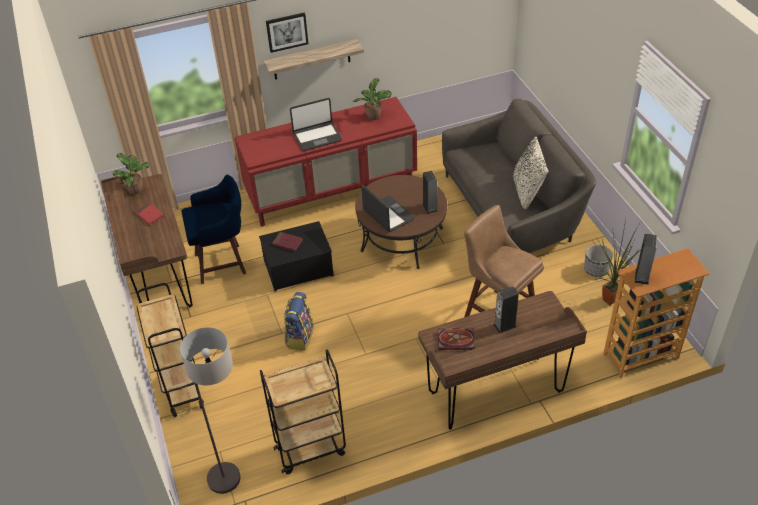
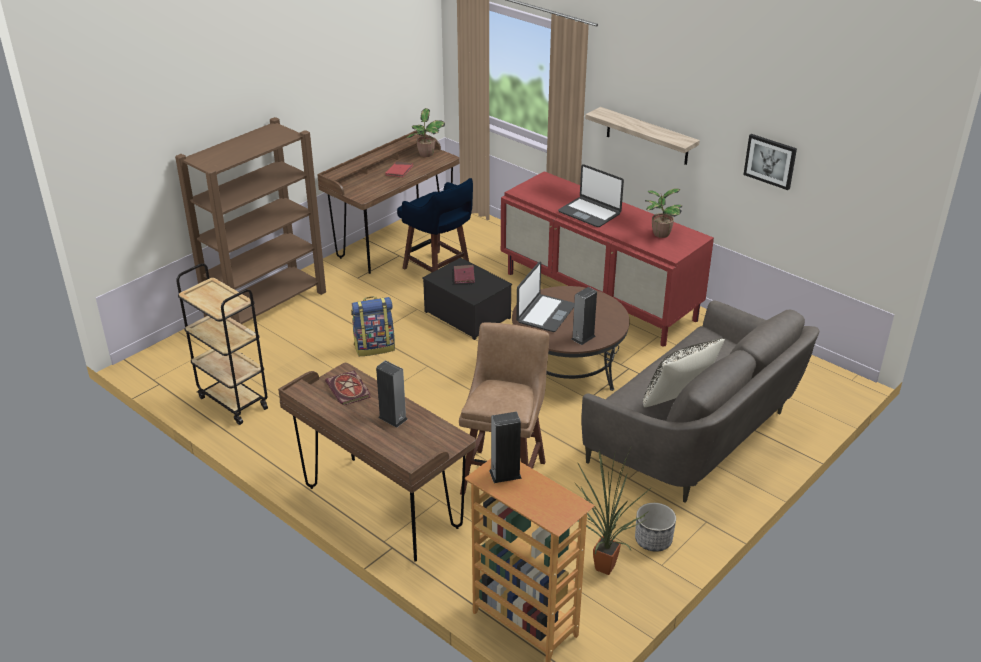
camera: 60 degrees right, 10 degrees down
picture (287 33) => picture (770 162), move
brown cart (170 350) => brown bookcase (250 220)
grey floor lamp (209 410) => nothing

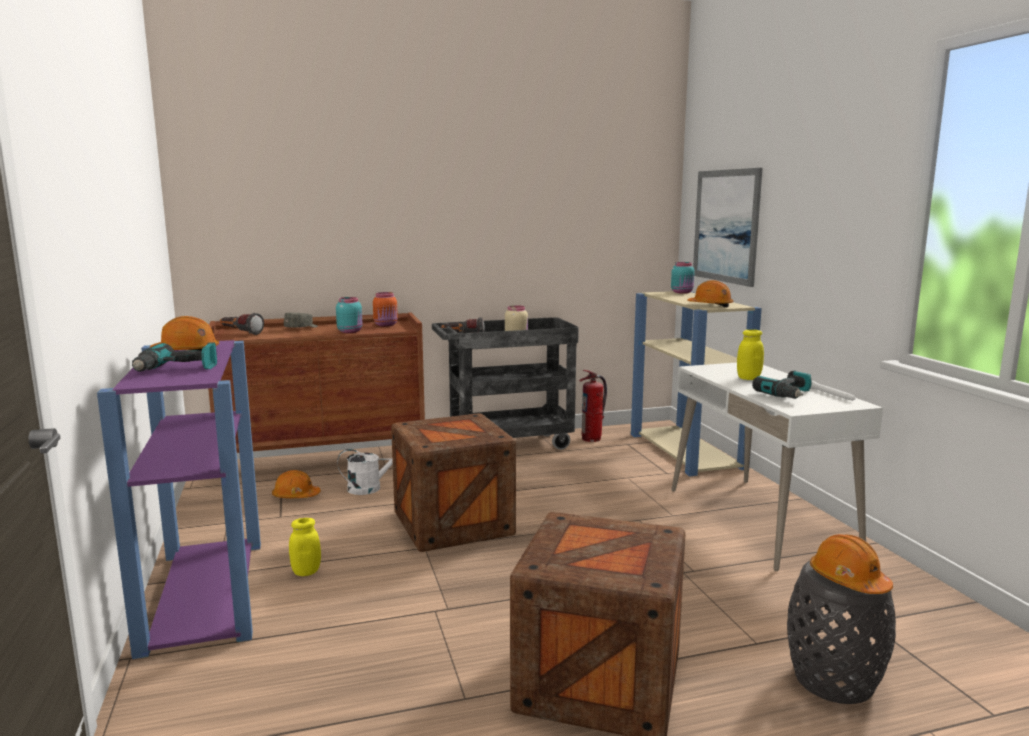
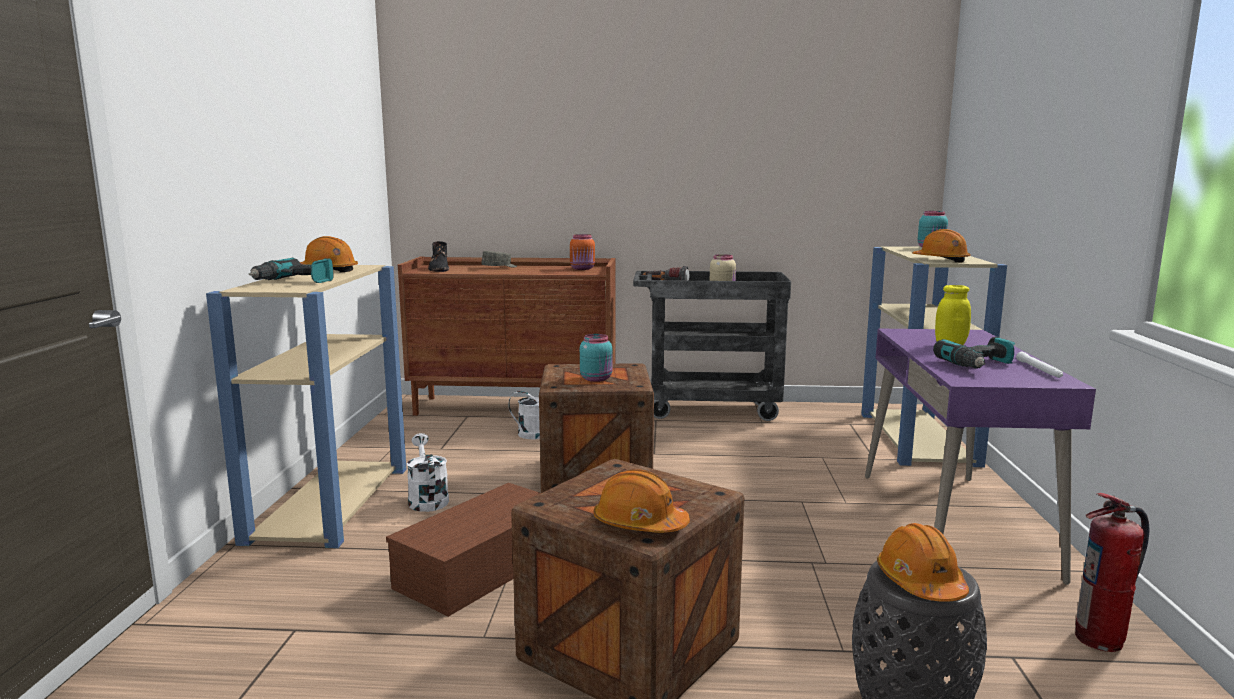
camera: 20 degrees right, 0 degrees up
picture (727 227) => nothing
turquoise jar (349 315) => turquoise jar (596 358), move
flashlight (242 324) => black boot (438 256)
purple bookcase (179 499) => beige bookcase (306 406)
white desk (777 467) => purple desk (980 456)
fire extinguisher (593 406) => fire extinguisher (1112 572), move
orange hard hat (296 484) => orange hard hat (642 501), move
yellow jar (305 547) => white watering can (428 472)
nothing => brown storage box (463 550)

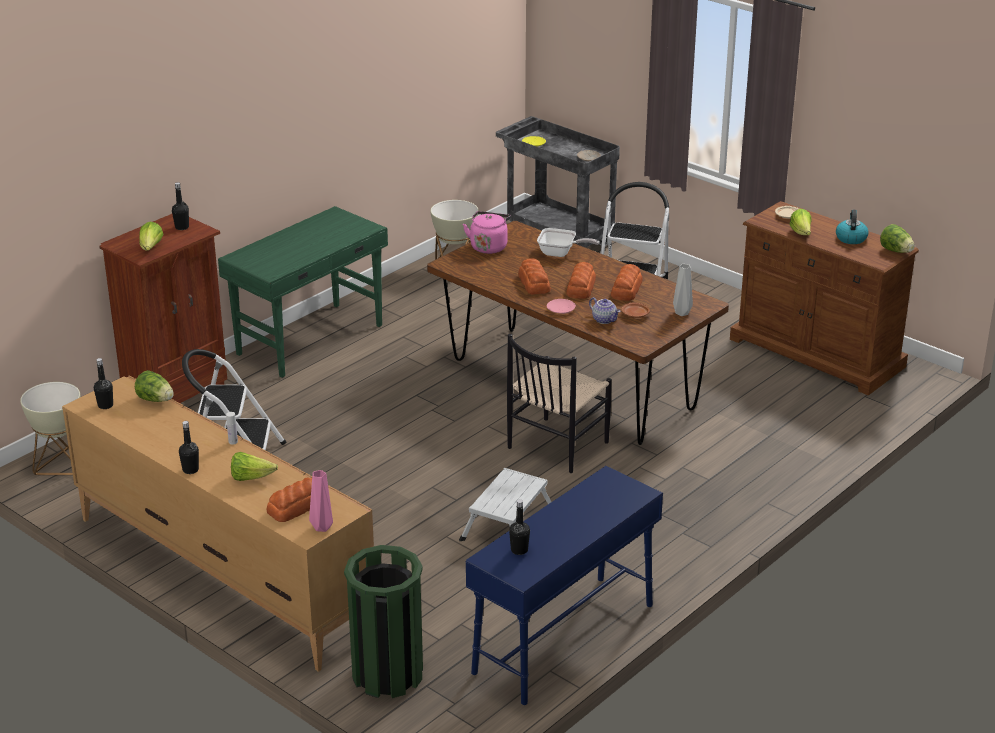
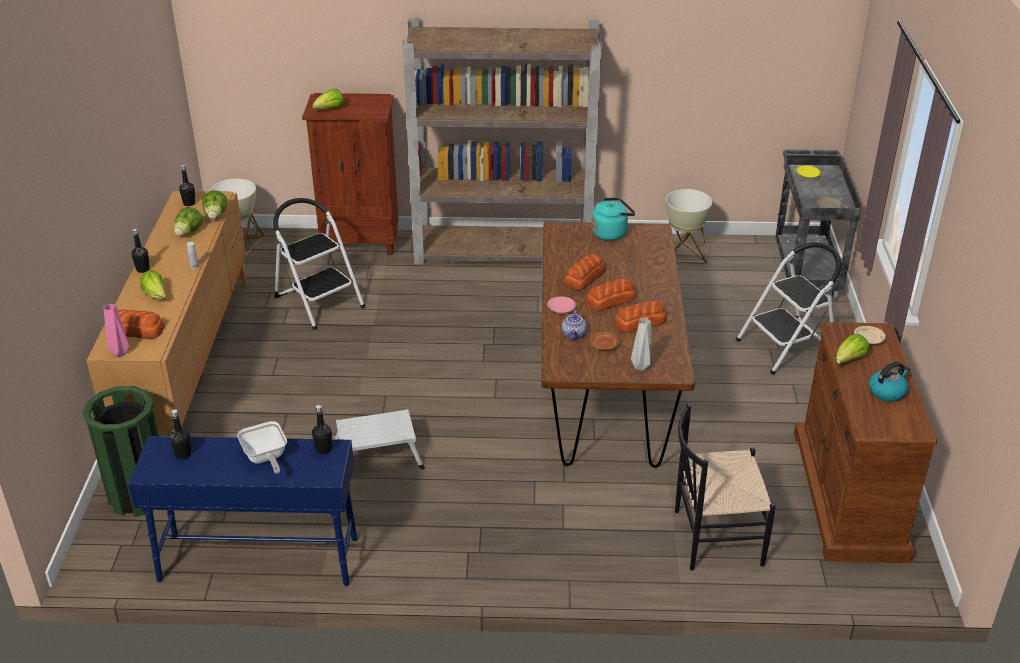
camera: 50 degrees right, 5 degrees up
black bottle (180 206) => black bottle (322 430), move
green console table (303 292) => brown bookcase (502 141)
pink kettle (487 232) => turquoise kettle (613 219)
lettuce (897 238) => lettuce (188 221), move
frying pan (568 242) => frying pan (262 447), move
black chair (559 403) => black chair (725 487), move

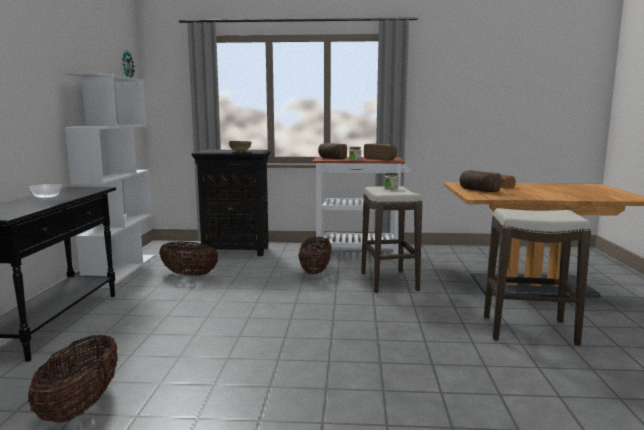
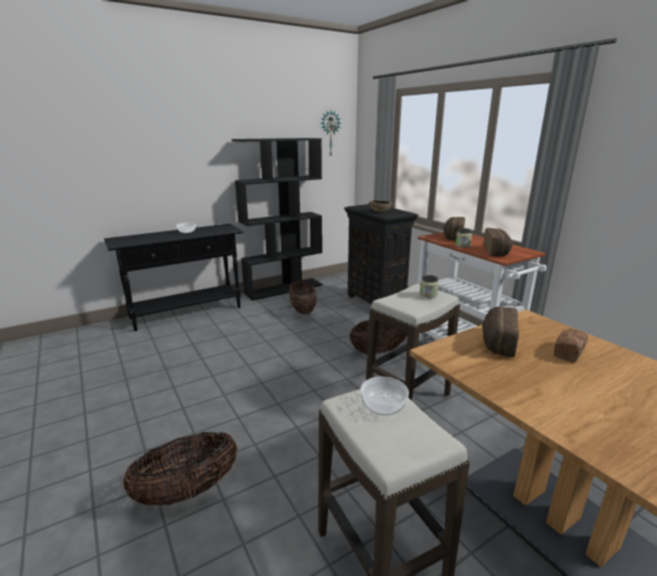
camera: 55 degrees right, 10 degrees up
white bookcase (107 179) => black bookcase (277 219)
basket (73 379) => basket (180 468), move
nothing => bowl (385 396)

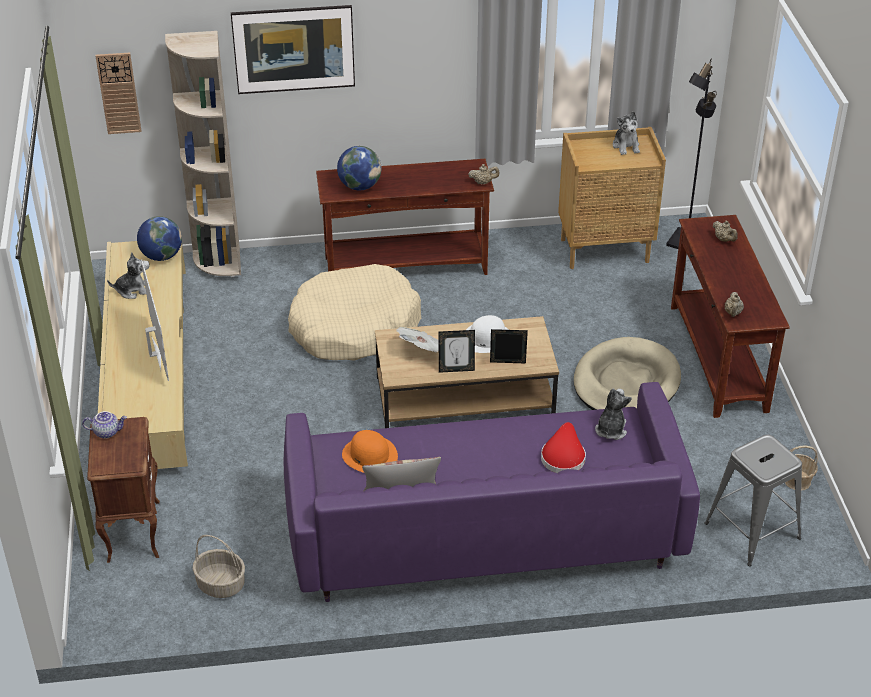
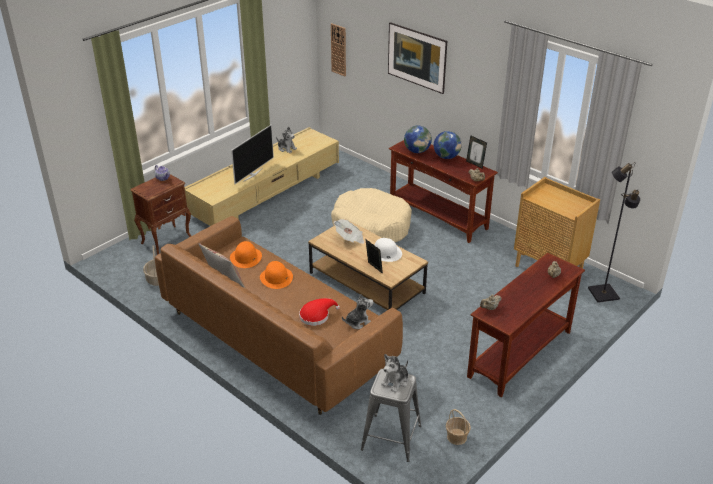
camera: 50 degrees right, 5 degrees down
beige bookcase (203 154) => nothing
plush toy (626 133) => plush toy (394 373), move
globe (159 238) => globe (448 145), move
picture frame (456 351) => picture frame (476 152), move
beige dog bed (627 373) => nothing
purple sofa (492 492) => brown sofa (279 315)
nothing => orange hat (276 275)

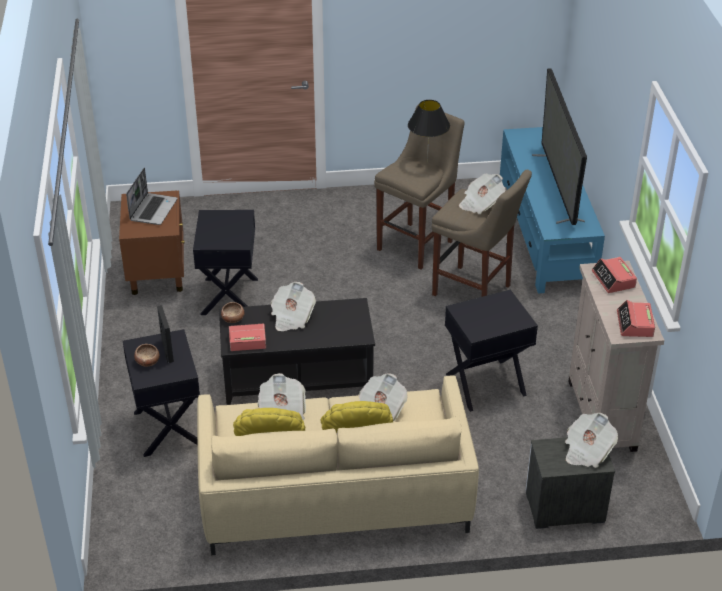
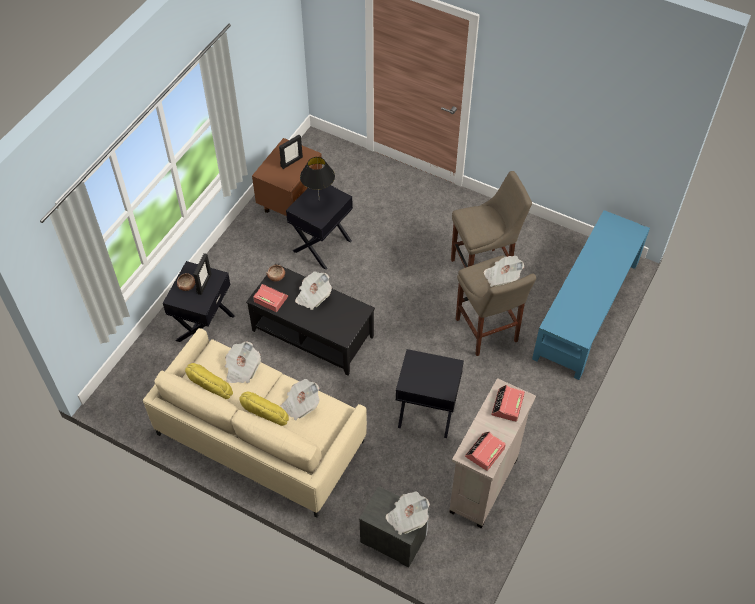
camera: 35 degrees right, 15 degrees up
television (559 146) => nothing
black table lamp (429 131) => black table lamp (317 175), move
laptop (152 196) => picture frame (291 152)

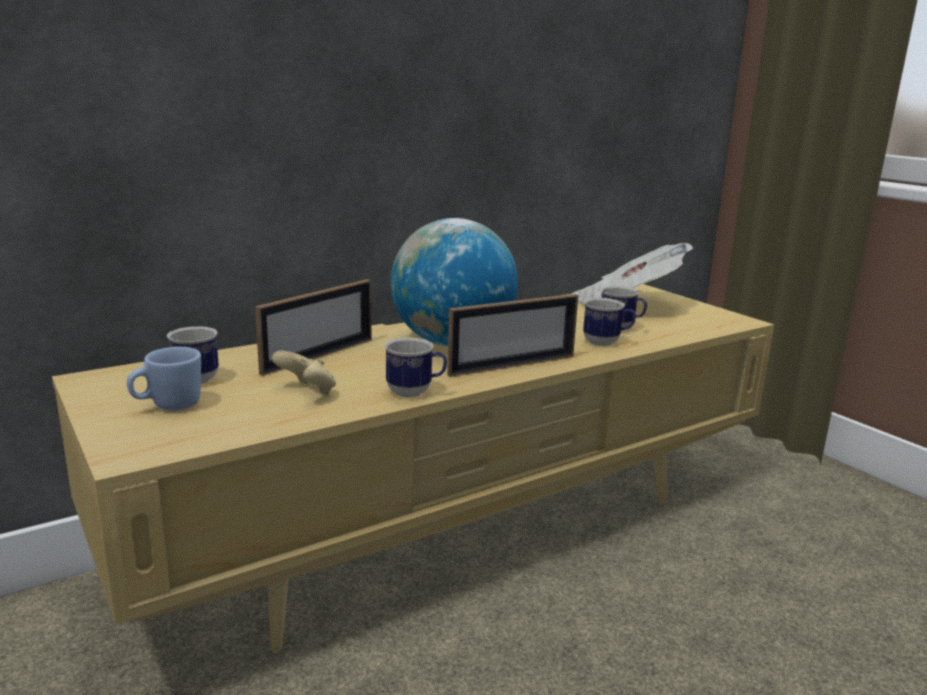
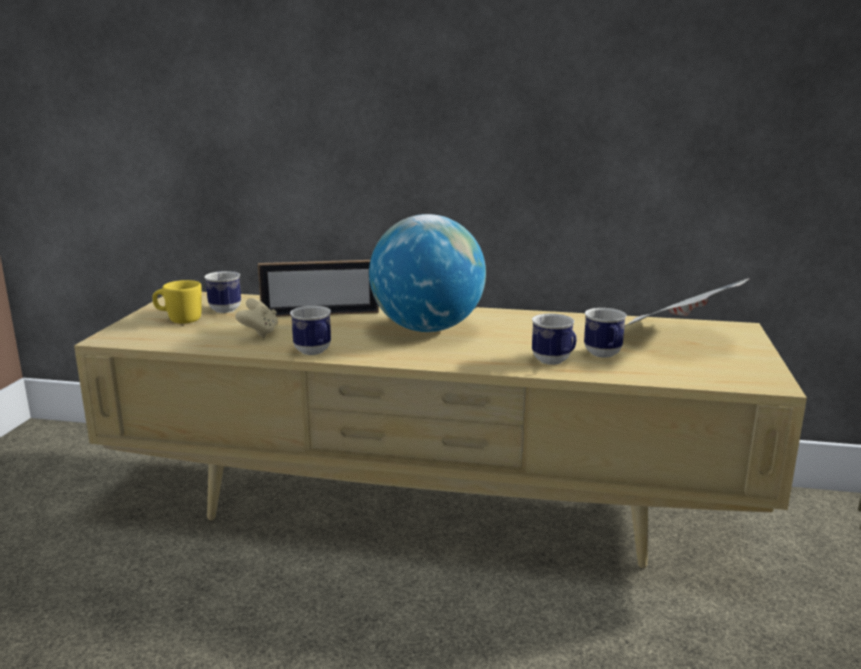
camera: 45 degrees right, 0 degrees up
picture frame (512 335) => nothing
blue mug (164 378) => yellow mug (177 302)

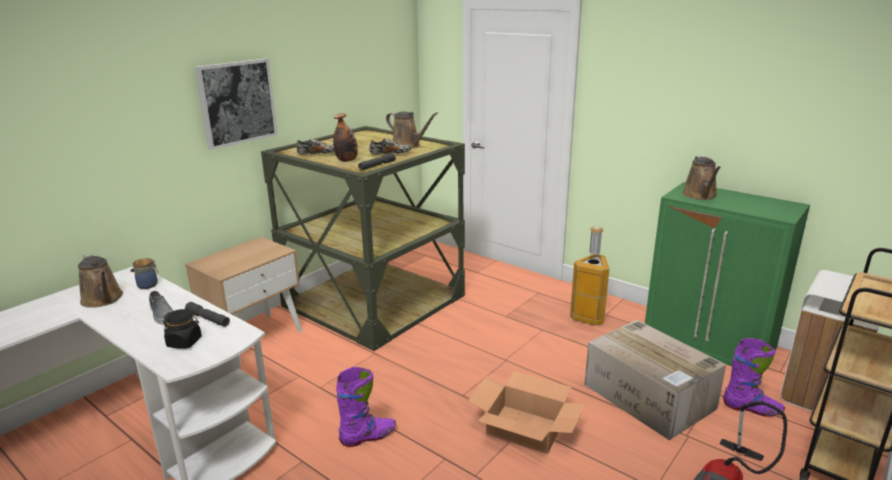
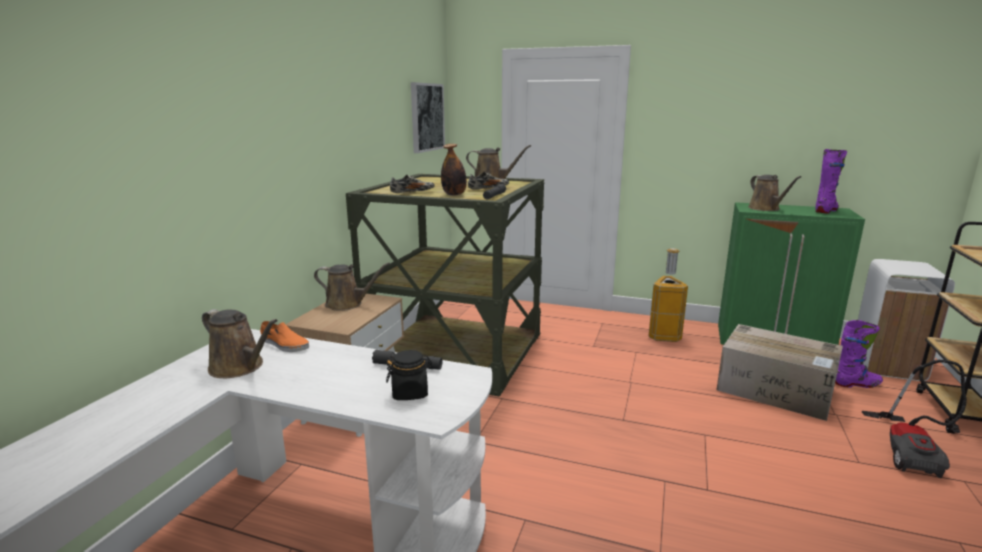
camera: 20 degrees left, 5 degrees down
picture (236 104) => picture (428 117), move
jar (146 273) => orange shoe (284 336)
grey shoe (161 307) => nothing
purple boot (366 407) => purple boot (831 181), move
cardboard box (526 412) => nothing
nothing => brown watering can (352 287)

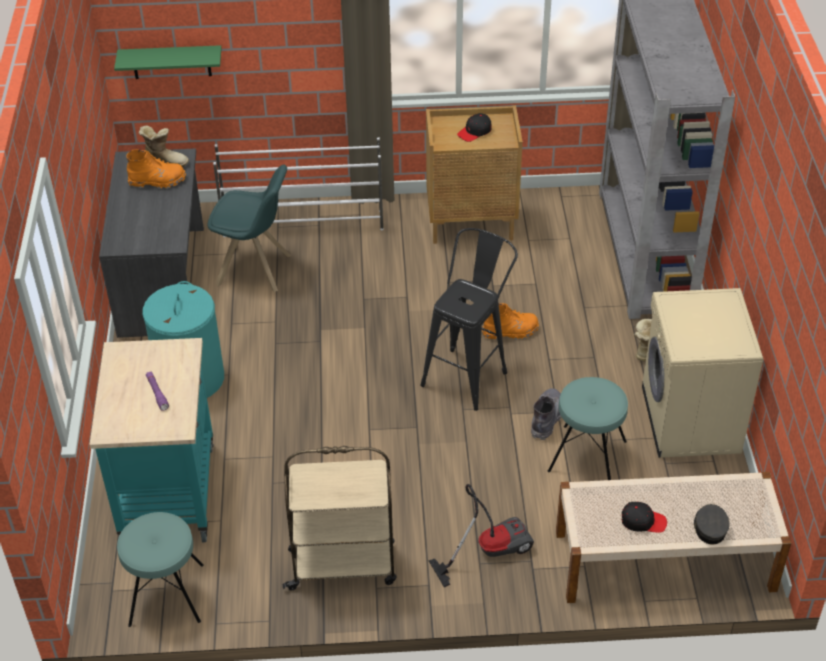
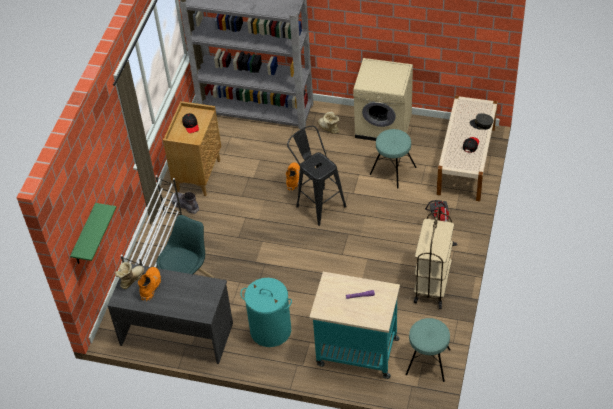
camera: 70 degrees left, 5 degrees up
grey boot (546 414) => grey boot (184 203), move

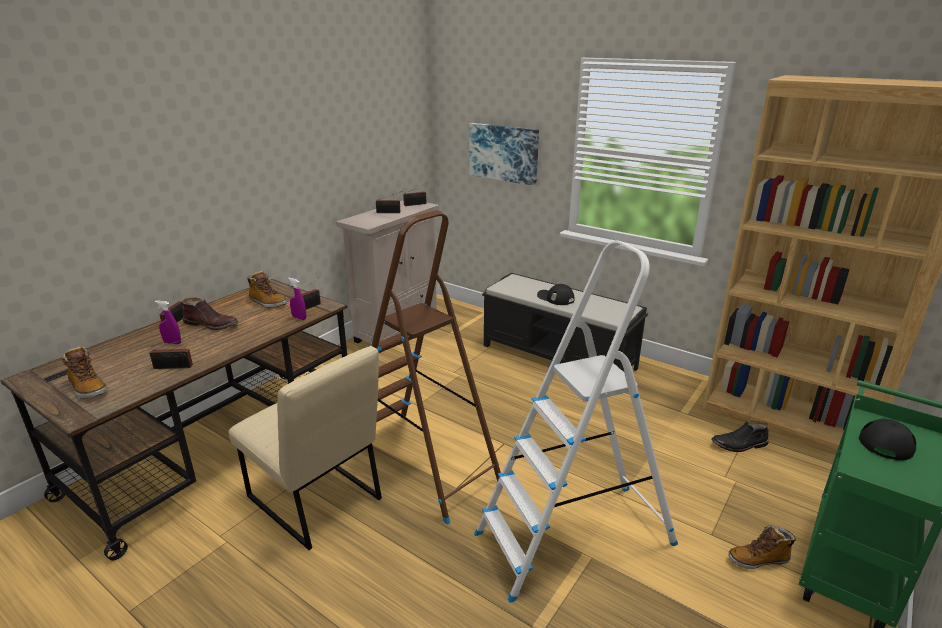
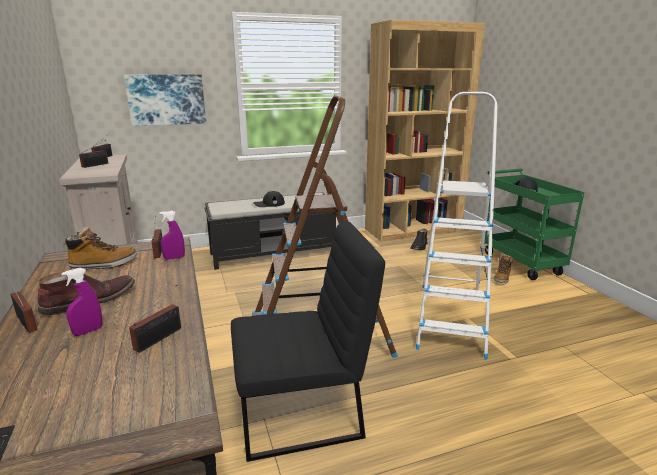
camera: 55 degrees left, 5 degrees down
beige chair (305 448) => black chair (308 342)
boot (84 373) => nothing

